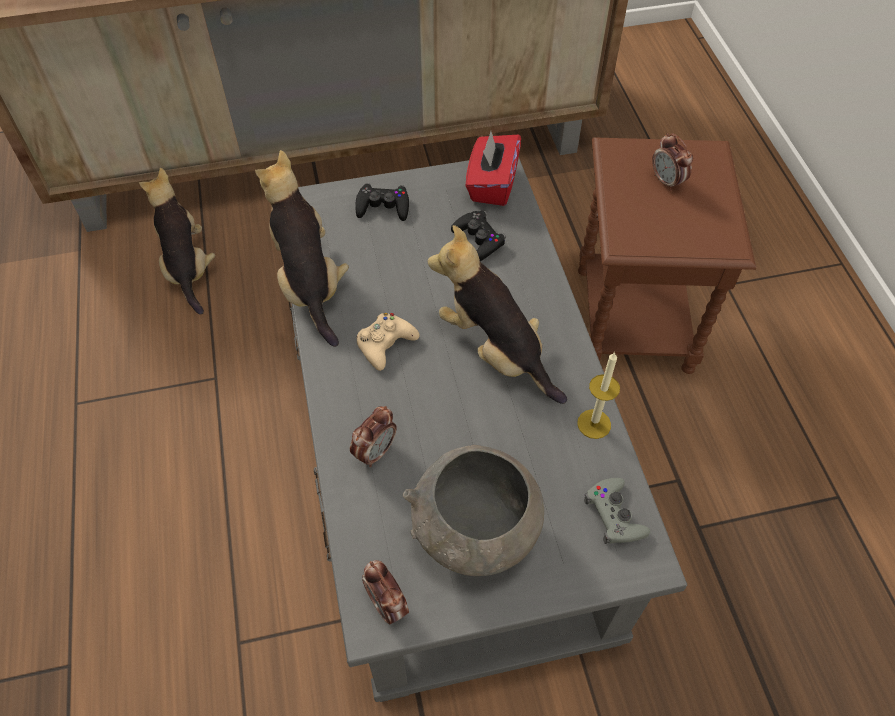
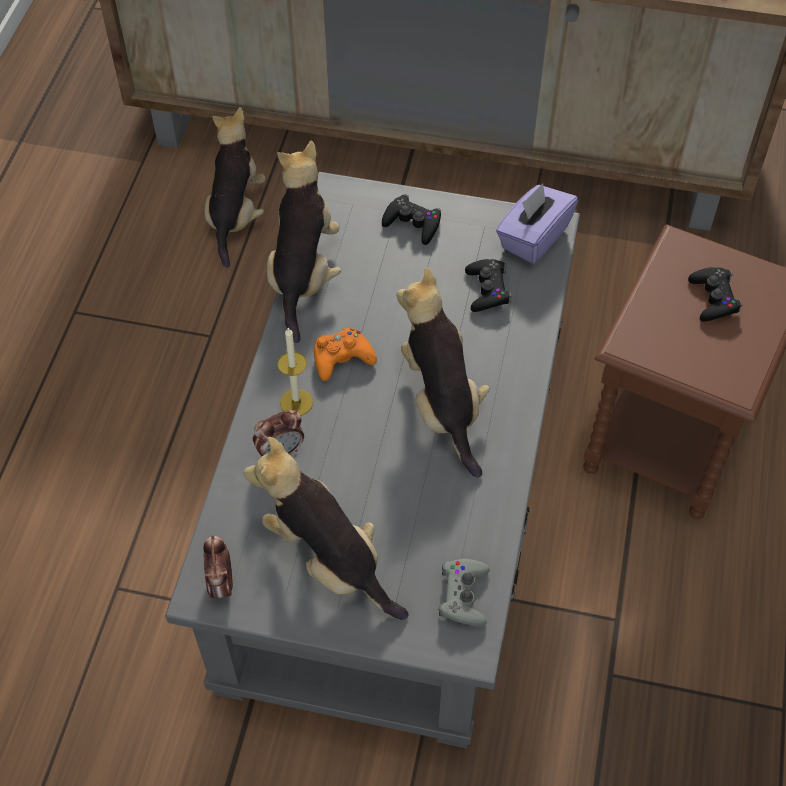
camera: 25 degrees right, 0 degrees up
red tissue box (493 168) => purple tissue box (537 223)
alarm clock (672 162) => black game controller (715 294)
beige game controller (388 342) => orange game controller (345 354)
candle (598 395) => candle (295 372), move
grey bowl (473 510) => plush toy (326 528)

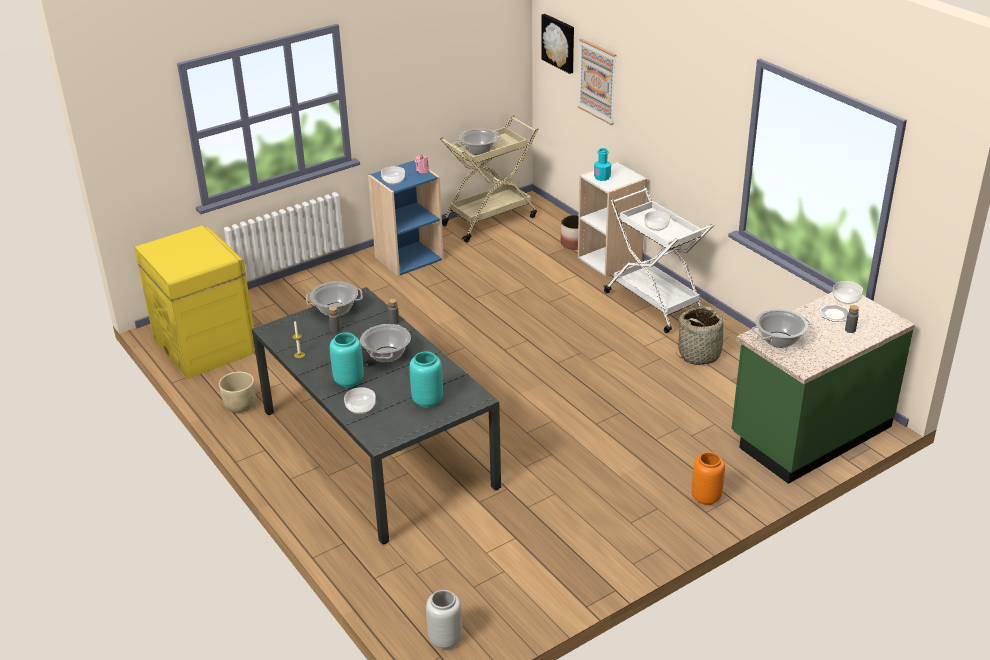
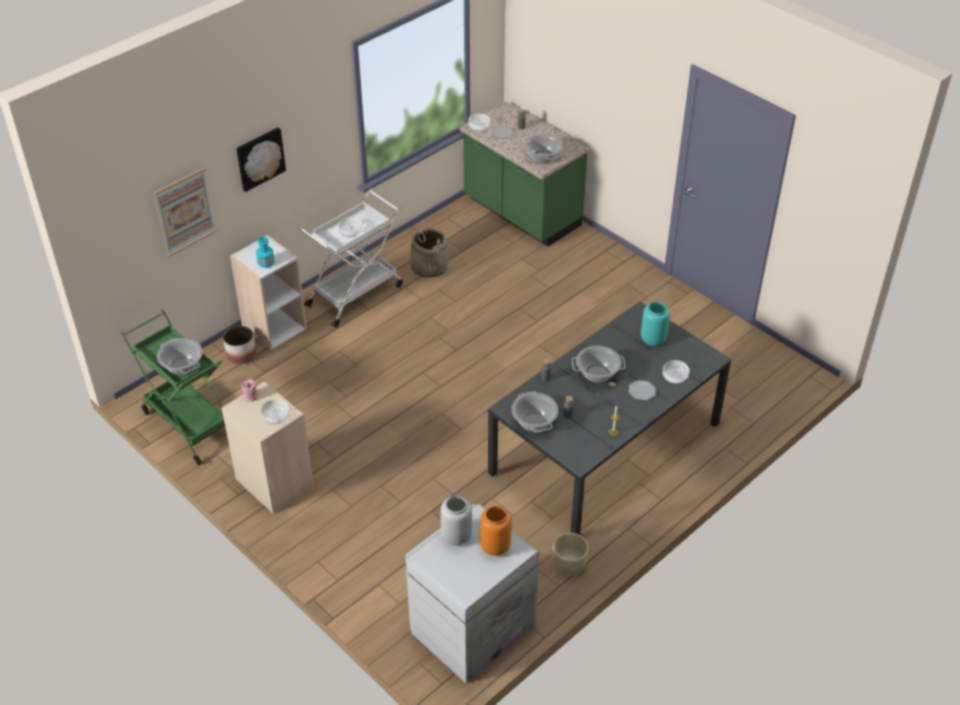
camera: 100 degrees left, 10 degrees up
picture (557 44) => picture (261 160), move
beige cart (489 179) => green cart (173 387)
blue bookcase (406 218) => beige bookcase (268 447)
yellow washing machine (194 302) => white washing machine (472 594)
turquoise vase (347 360) => plate (642 390)
orange vase (708 478) => orange vase (496 531), move
grey vase (444 619) => grey vase (456 520), move

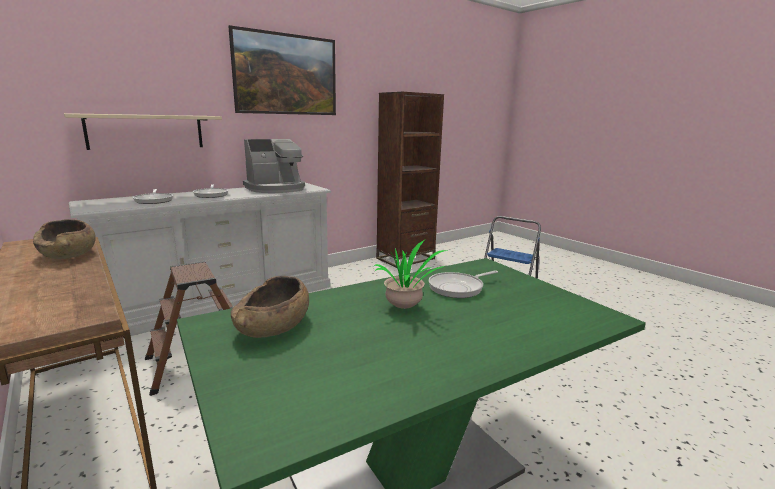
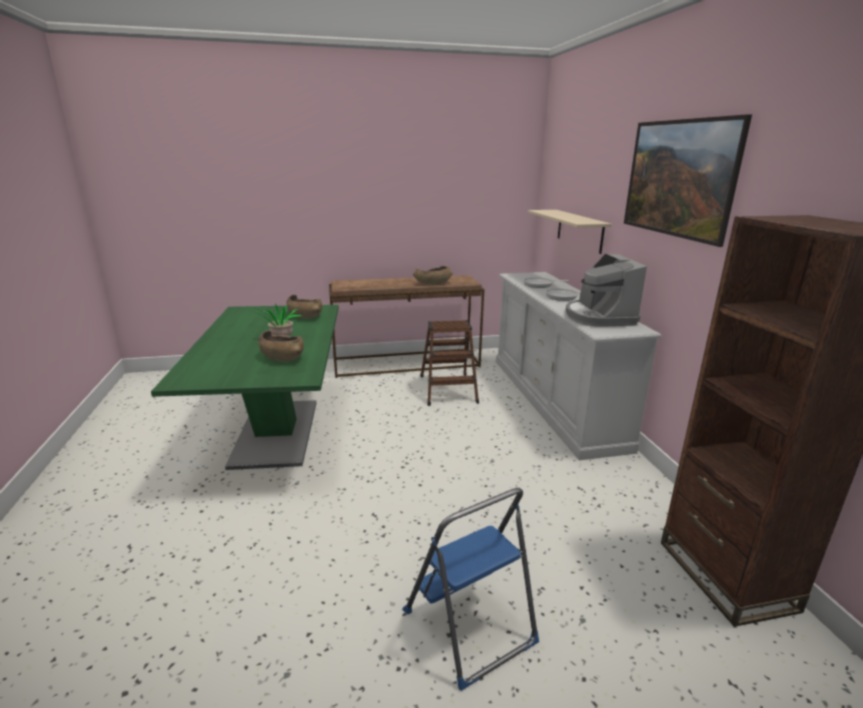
camera: 115 degrees right, 5 degrees up
frying pan (463 284) => brown bowl (281 346)

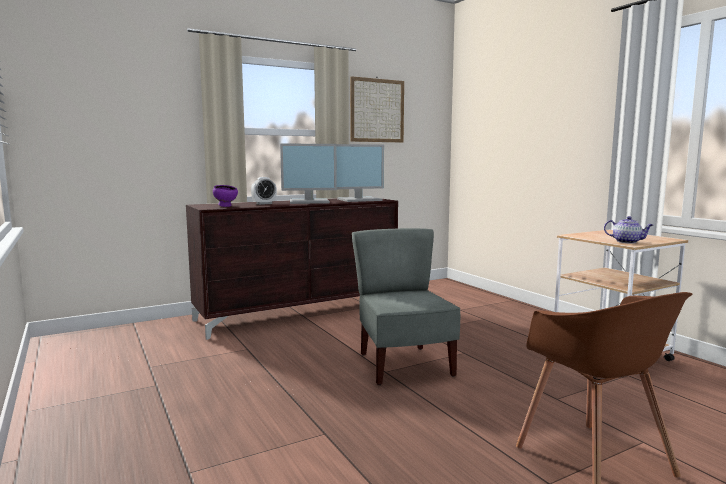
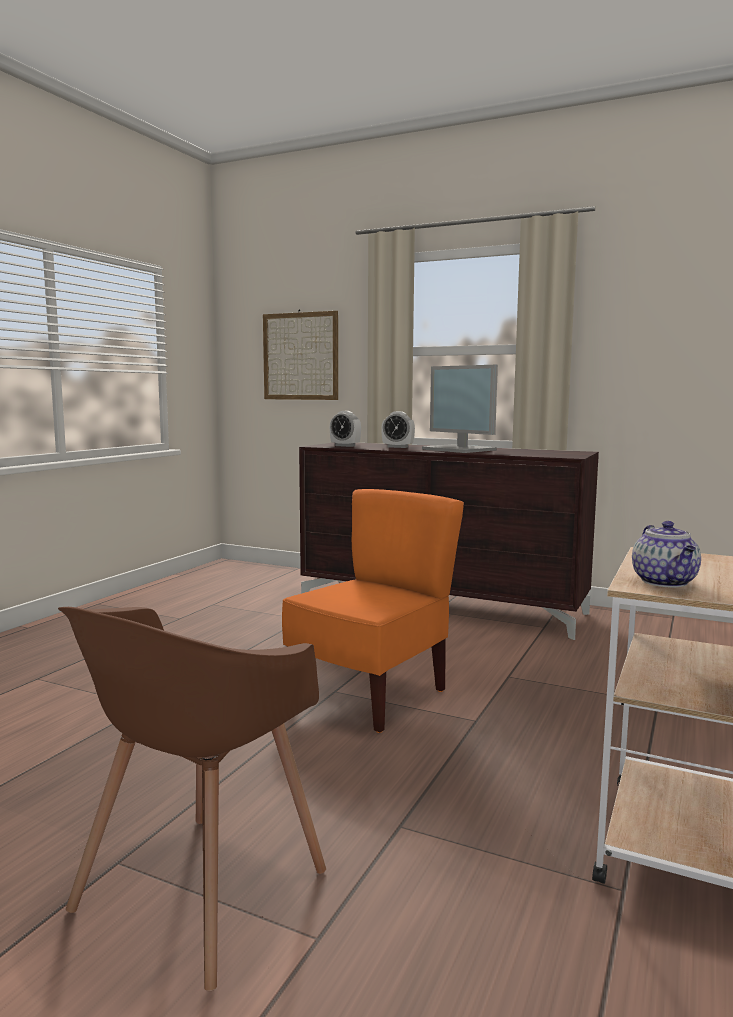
camera: 55 degrees right, 0 degrees up
picture (377 109) => picture (300 355), move
monitor (360 173) => nothing
purple bowl (225 196) => alarm clock (345 429)
grey chair (406 306) => orange chair (373 611)

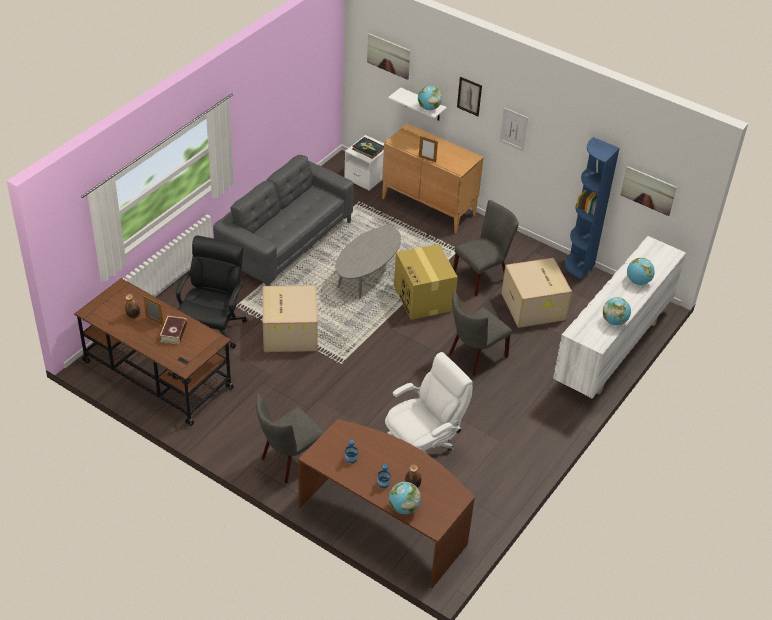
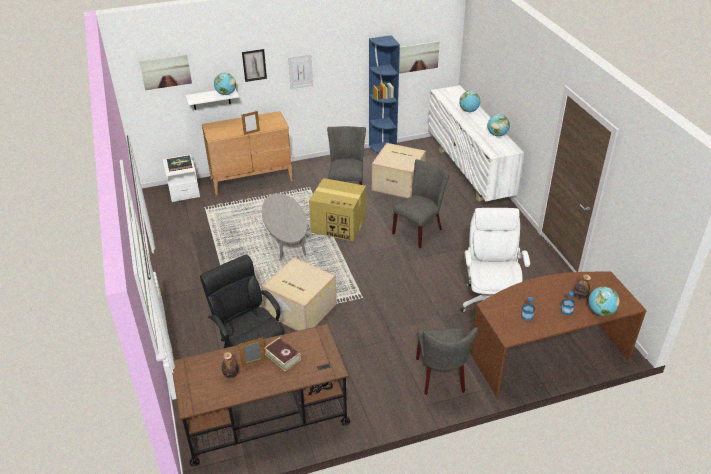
camera: 50 degrees left, 5 degrees down
grey sofa (283 220) => nothing
grey chair (480 333) => grey chair (420 203), 135 degrees counterclockwise

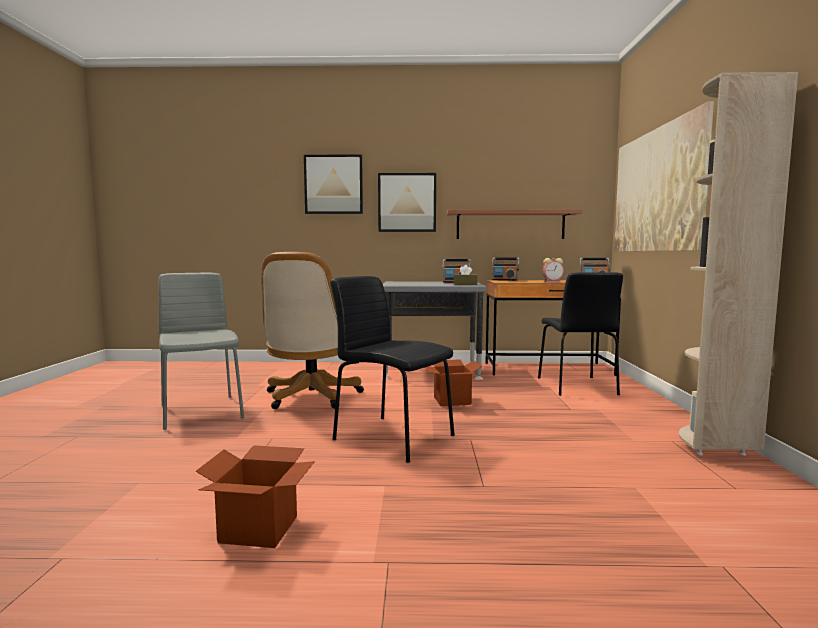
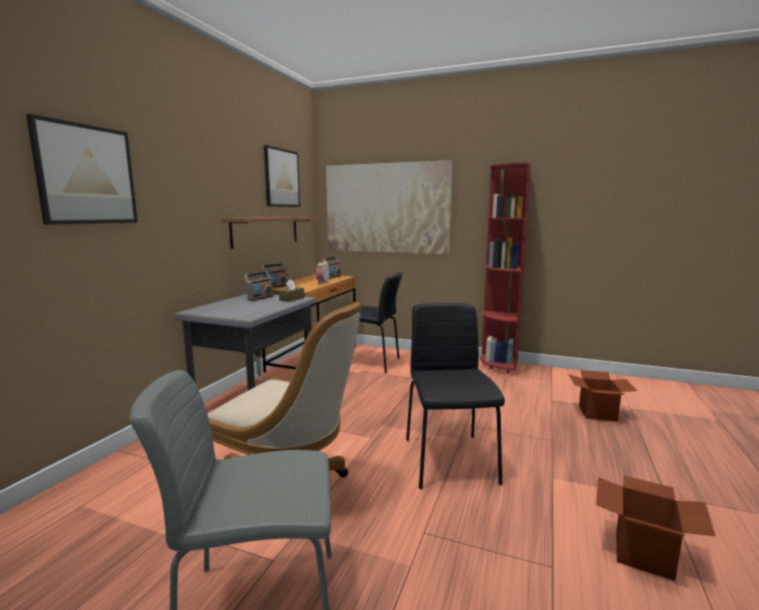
camera: 70 degrees left, 5 degrees up
beige bookcase (738 264) => red bookcase (505 267)
picture (407 202) => picture (282 176), move
black chair (392 369) => black chair (455 396), 120 degrees clockwise
cardboard box (453 382) => cardboard box (602 396), move

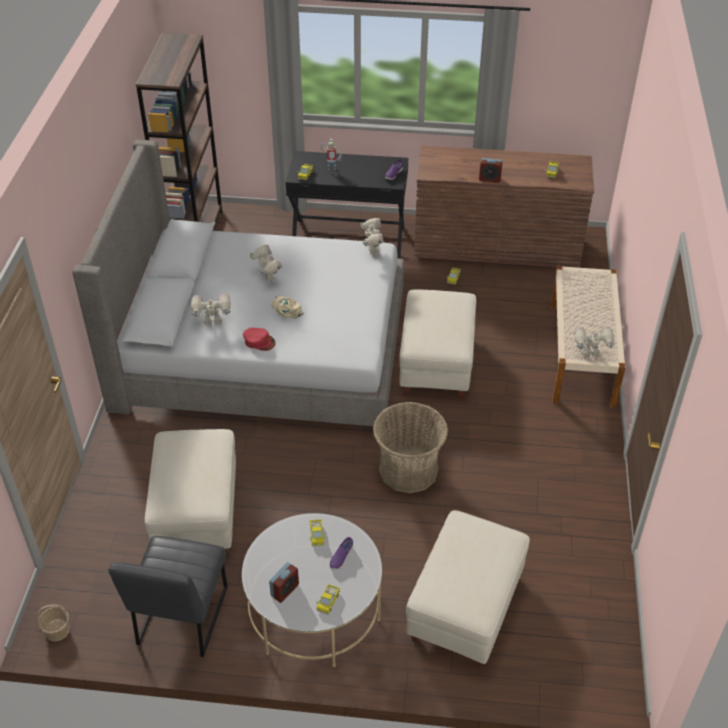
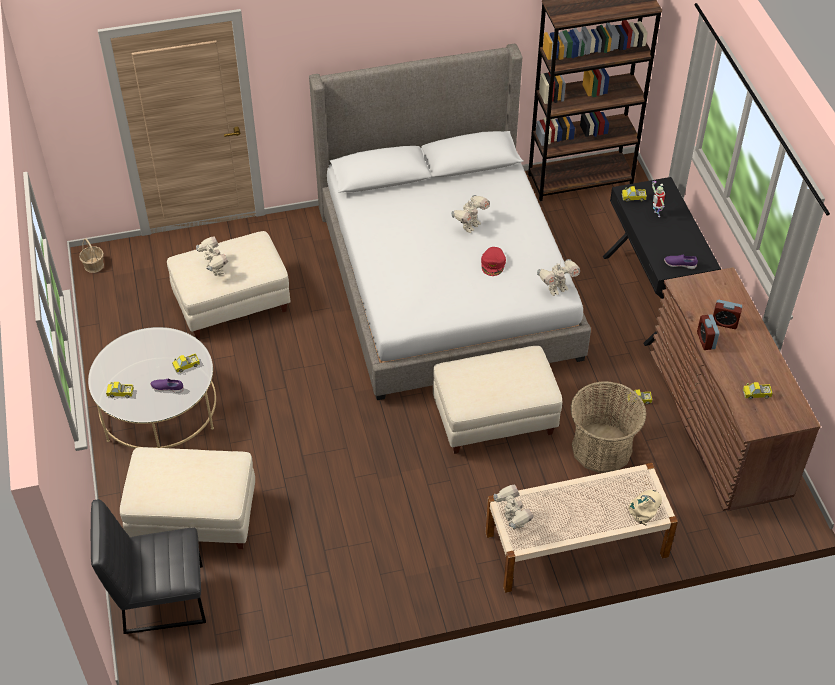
camera: 70 degrees right, 5 degrees up
toy robot (211 310) => toy robot (212 256), move
beige cap (288 307) => beige cap (645 508), move
red cap (259 339) => red cap (493 261), move
basket (410 447) => basket (608 427), move
grey chair (168 596) => grey chair (148 566), move
alarm clock (284 582) => alarm clock (727 314), move

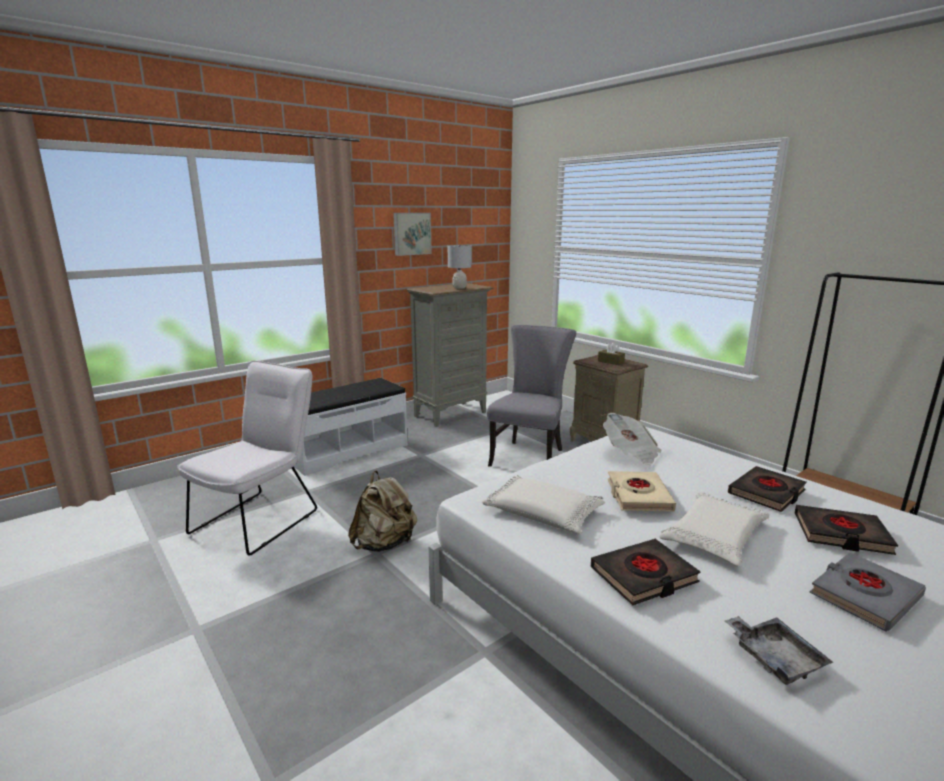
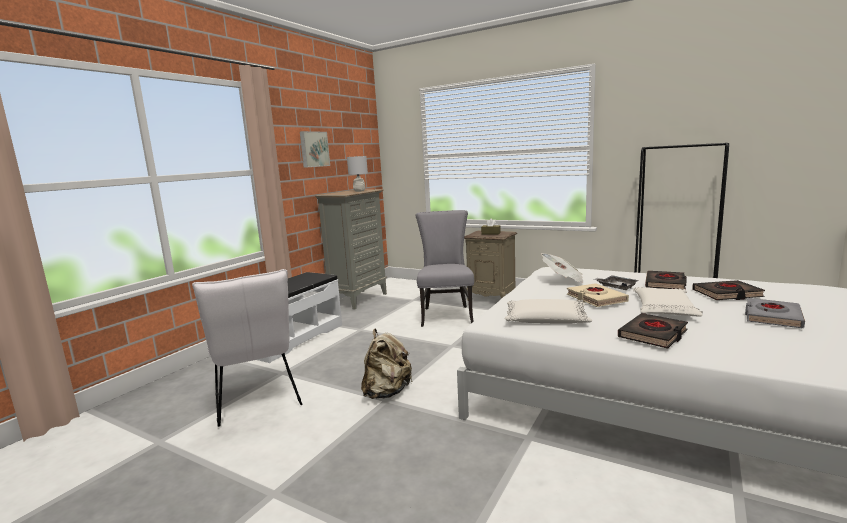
camera: 20 degrees left, 5 degrees down
white chair (247 458) => white chair (247 348), 150 degrees clockwise
grey tray (779 650) => grey tray (616 282), move

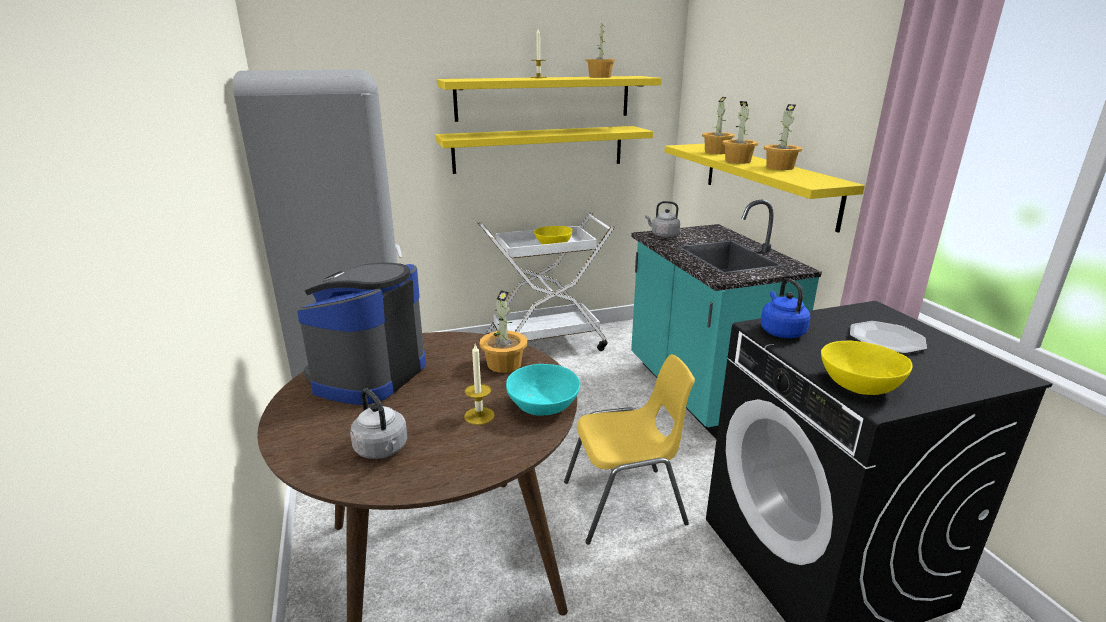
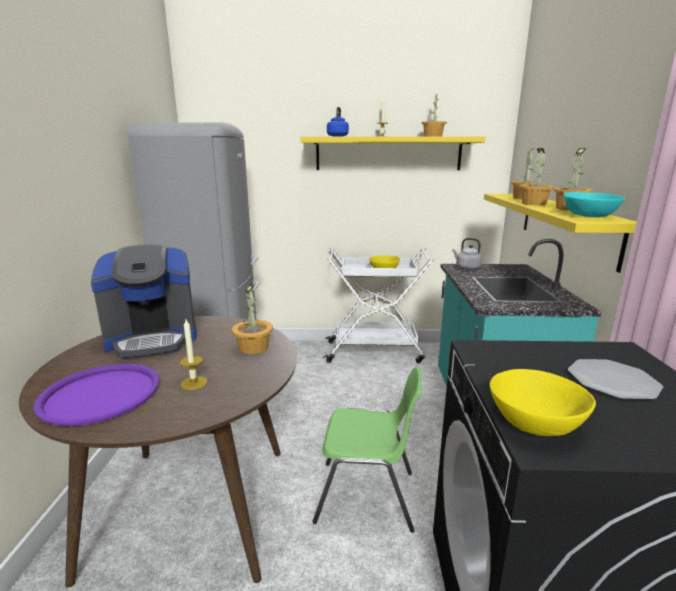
camera: 20 degrees right, 5 degrees down
yellow shelf (544 150) => nothing
coffee machine (361 333) => coffee machine (143 301), 150 degrees counterclockwise
blue kettle (786 308) => blue kettle (338 122), move
yellow chair (629 449) => green chair (367 449)
turquoise bowl (543 390) => turquoise bowl (594 204), move
grey kettle (378 423) => purple tray (96 395)

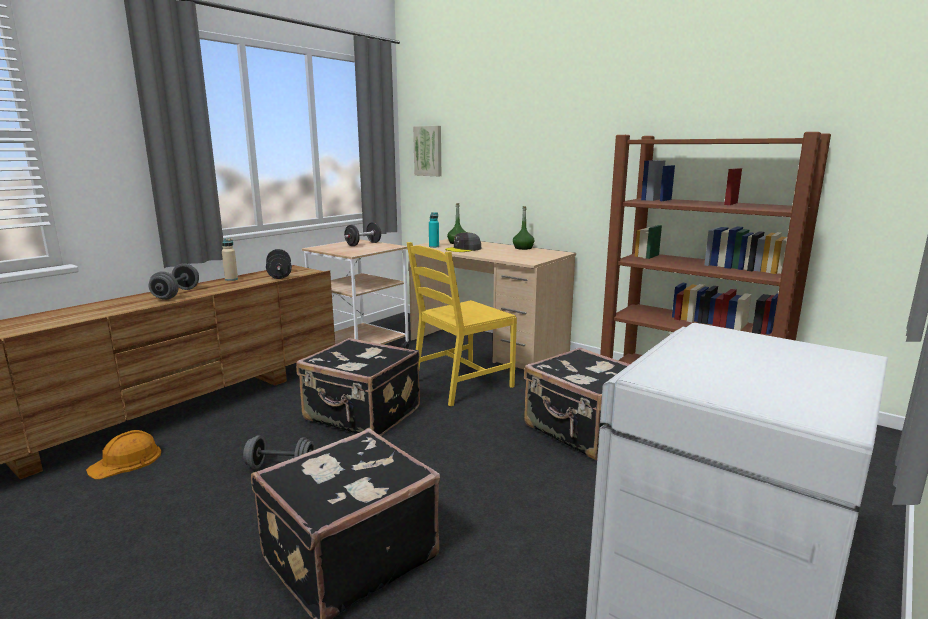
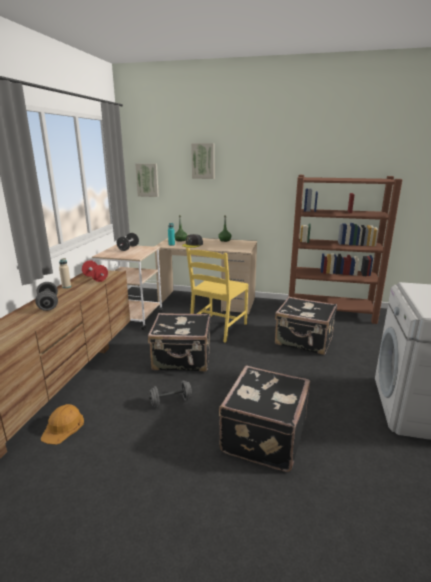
camera: 25 degrees left, 5 degrees up
black dumbbell (279 264) => red dumbbell (95 271)
nothing => picture (202 161)

